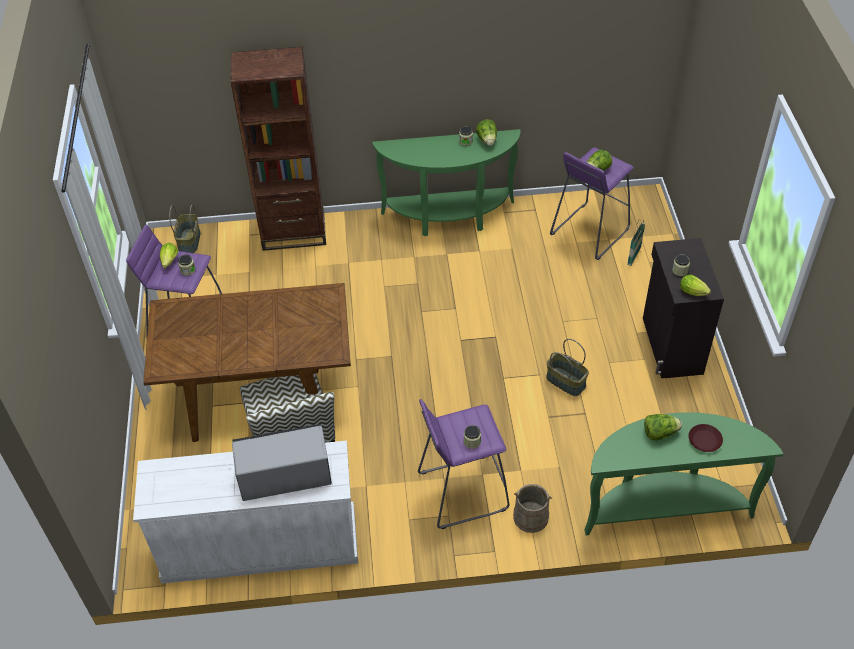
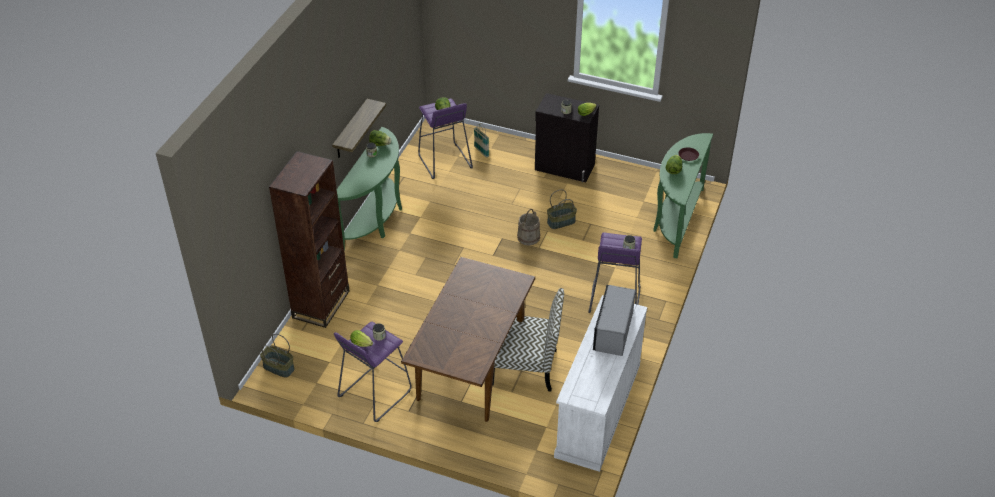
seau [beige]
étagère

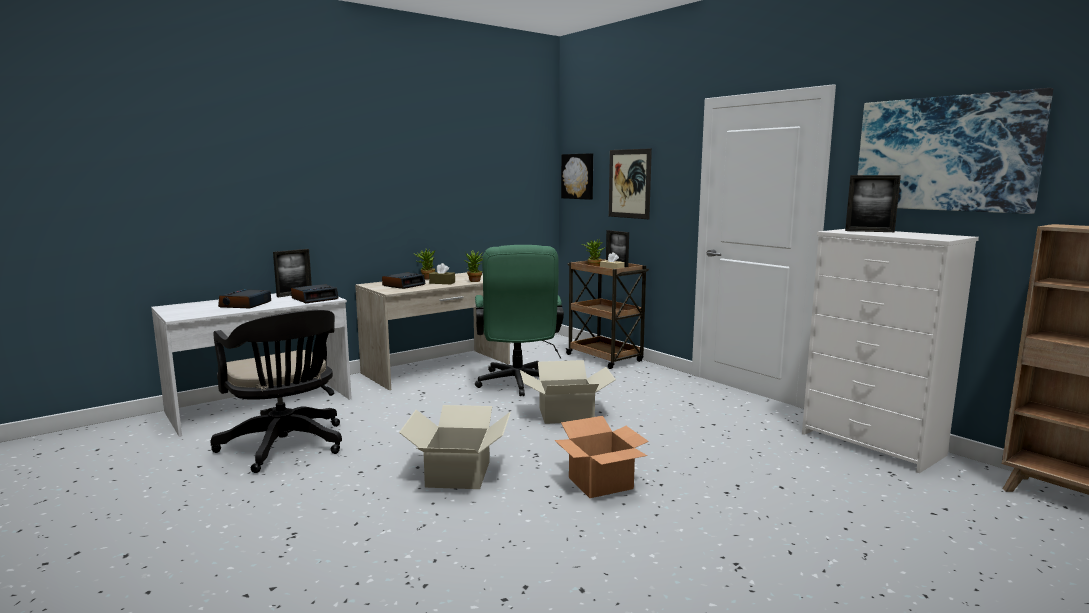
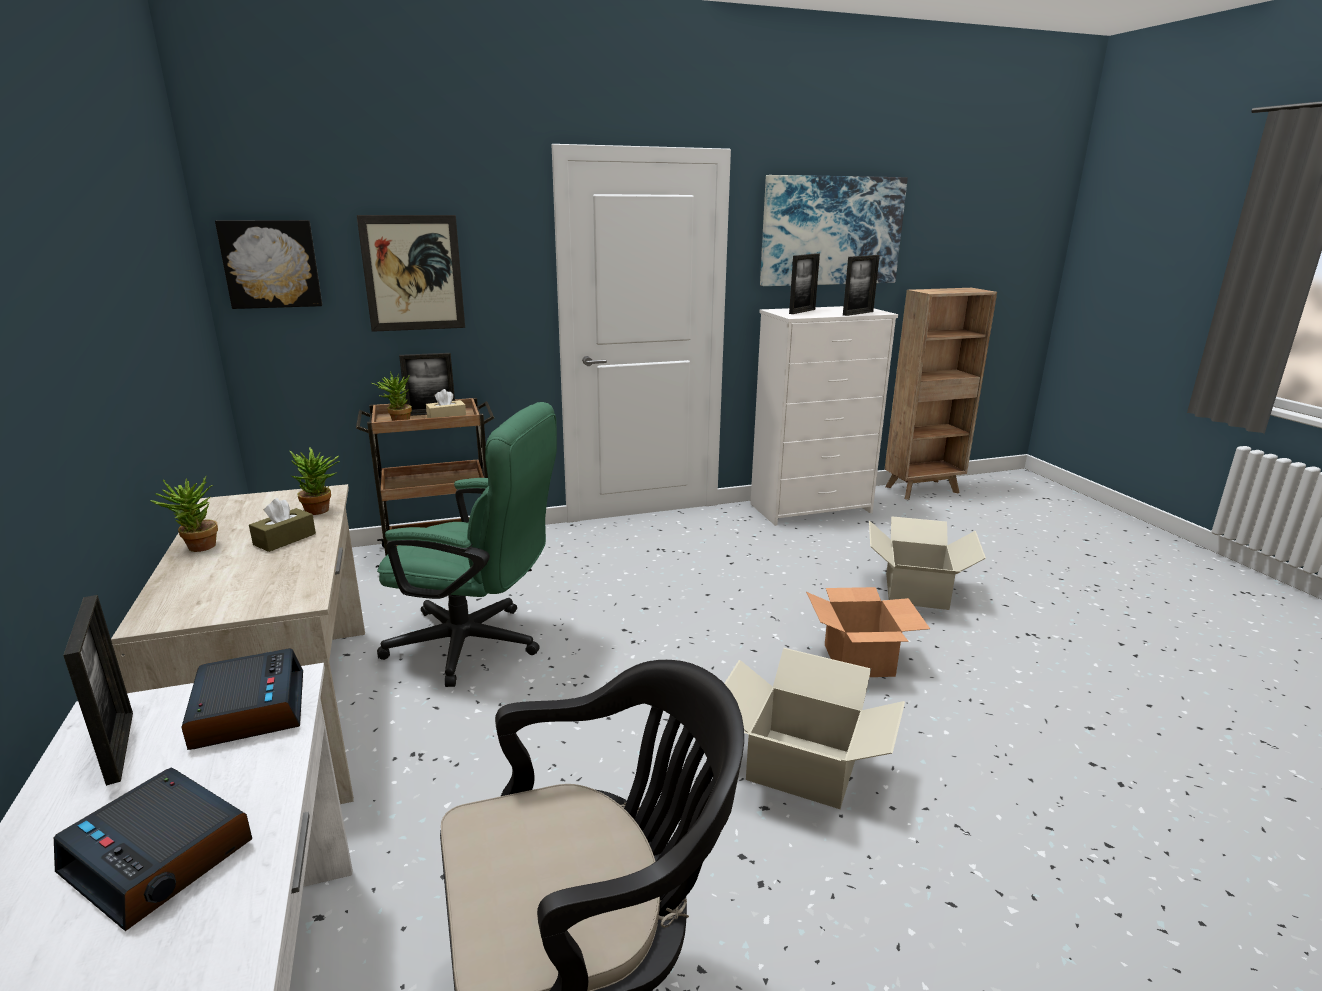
réveil (no. 3 from left in the first image)
carton (no. 3 from left)
cadre photo (no. 4 from left)

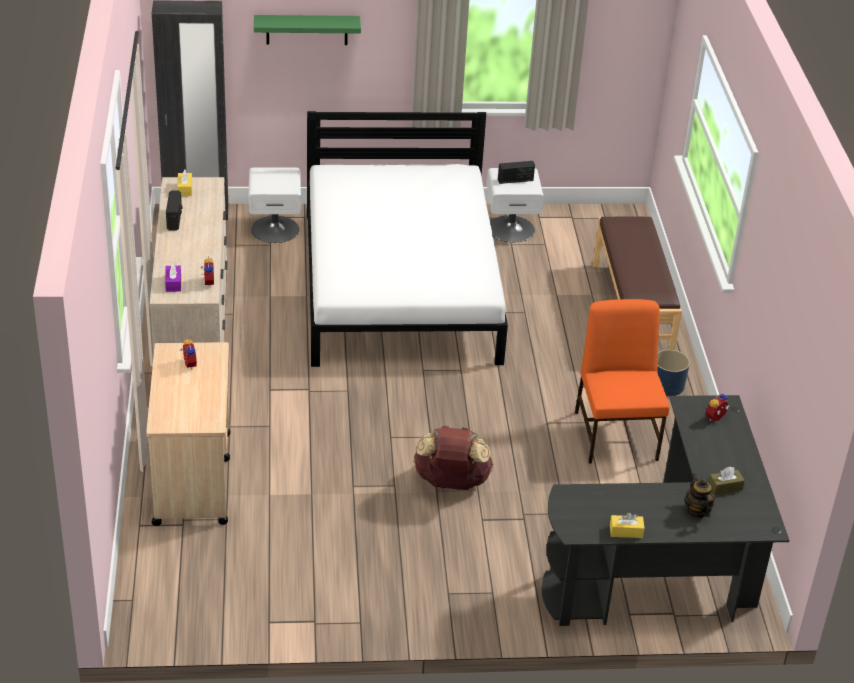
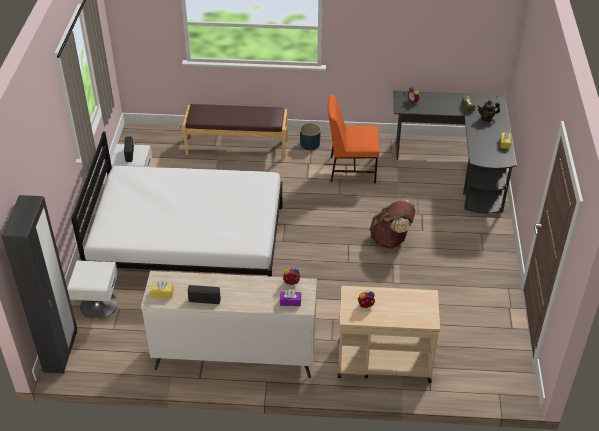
étagère [vert]

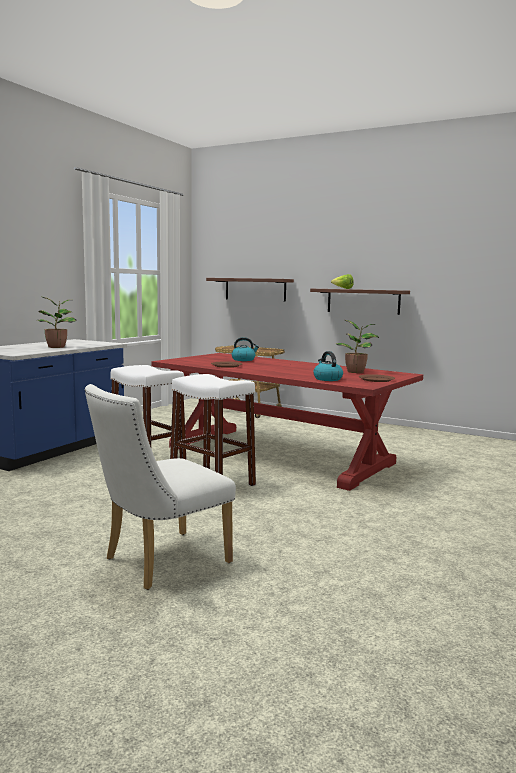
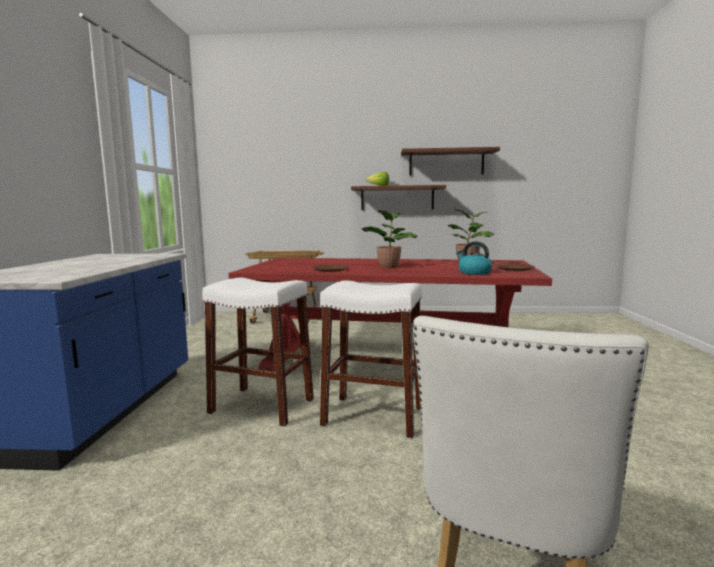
étagère (no. 2 from left)
plante en pot (no. 1 from left)
bouilloire (no. 1 from left in the first image)

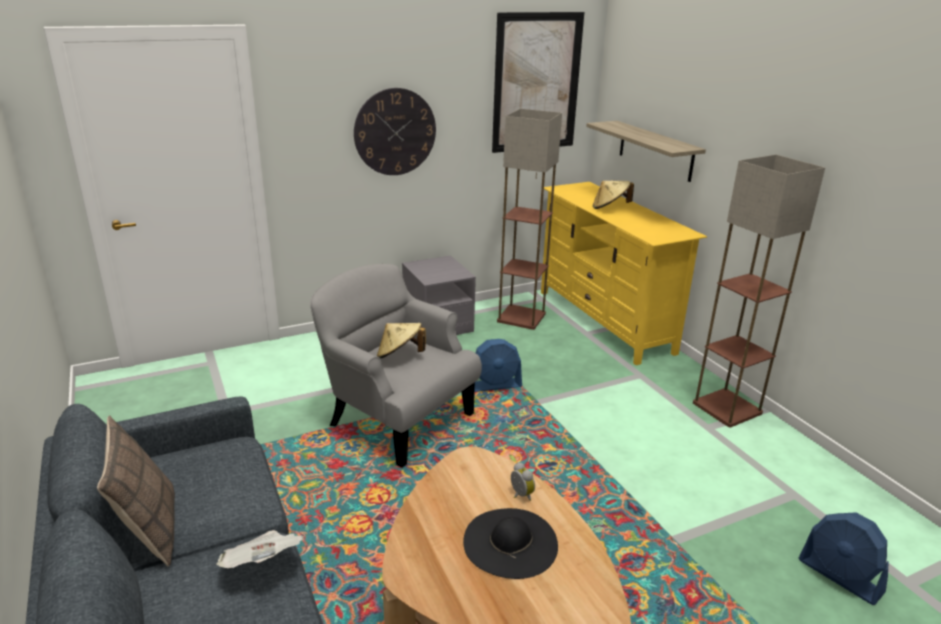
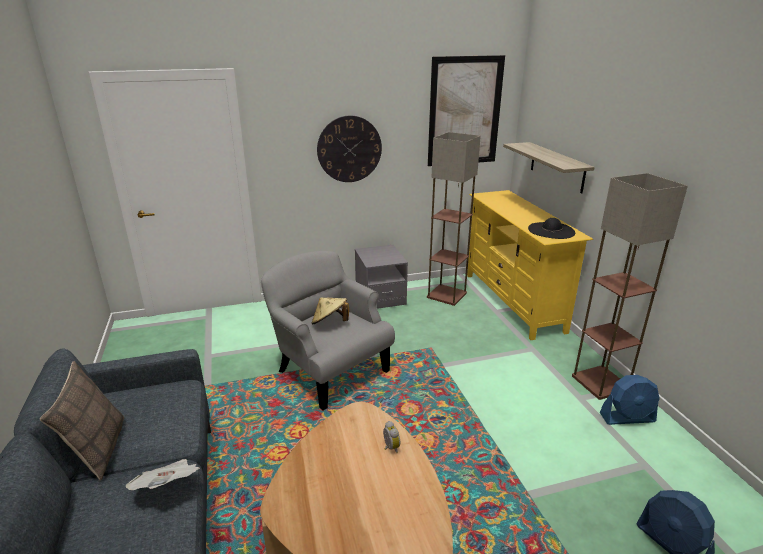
chapeau [beige] (no. 2 from left in the first image)
ventilateur [bleu] (no. 1 from left)
chapeau [noir]

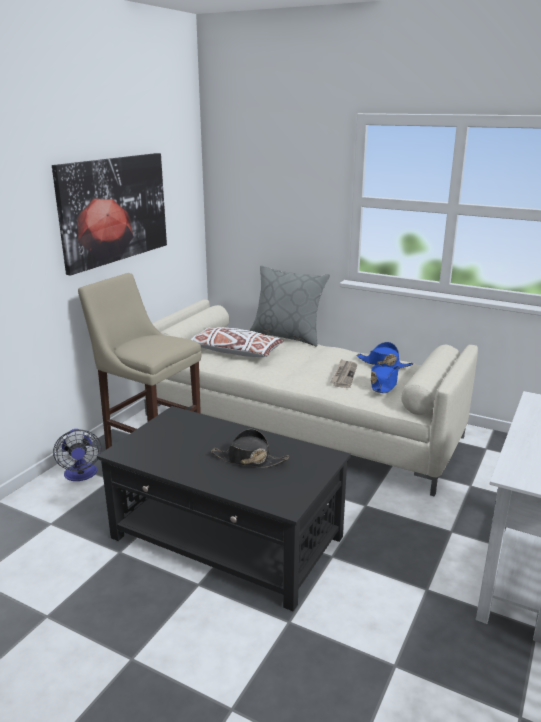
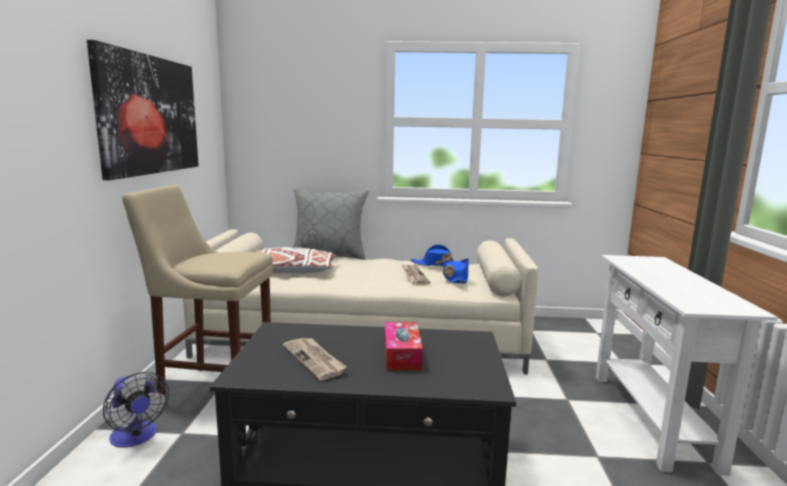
boîte à mouchoirs
journal (no. 1 from left)

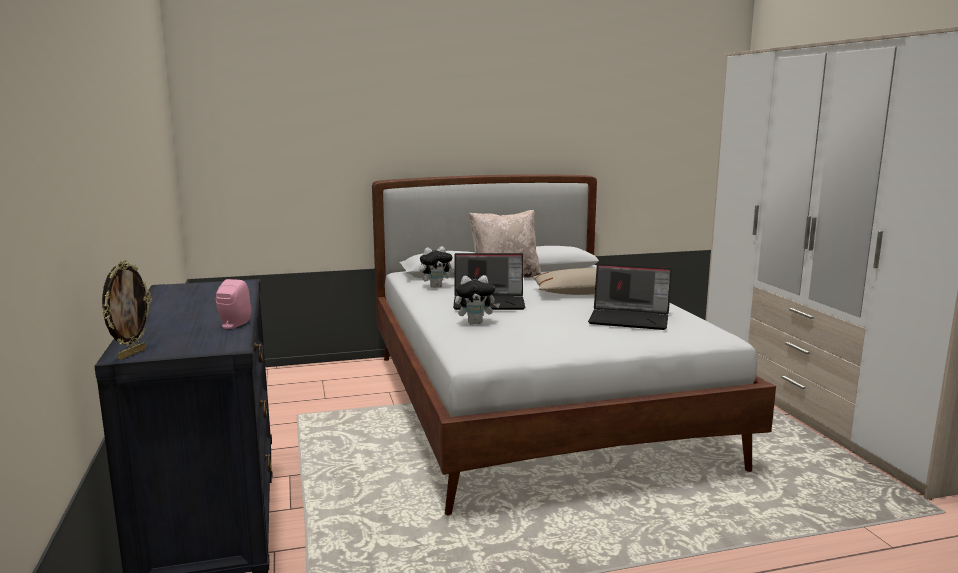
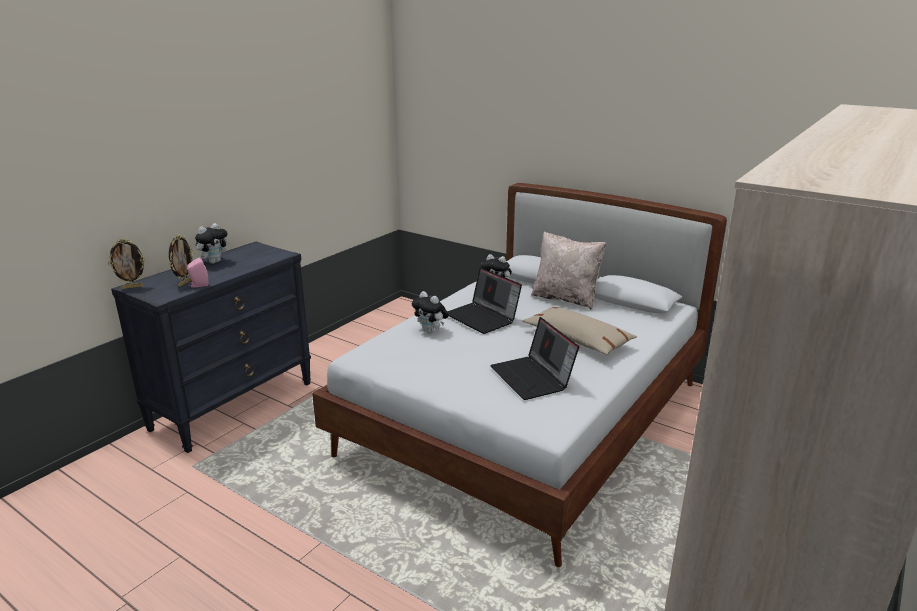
peluche (no. 1 from left)
cadre photo (no. 2 from left)

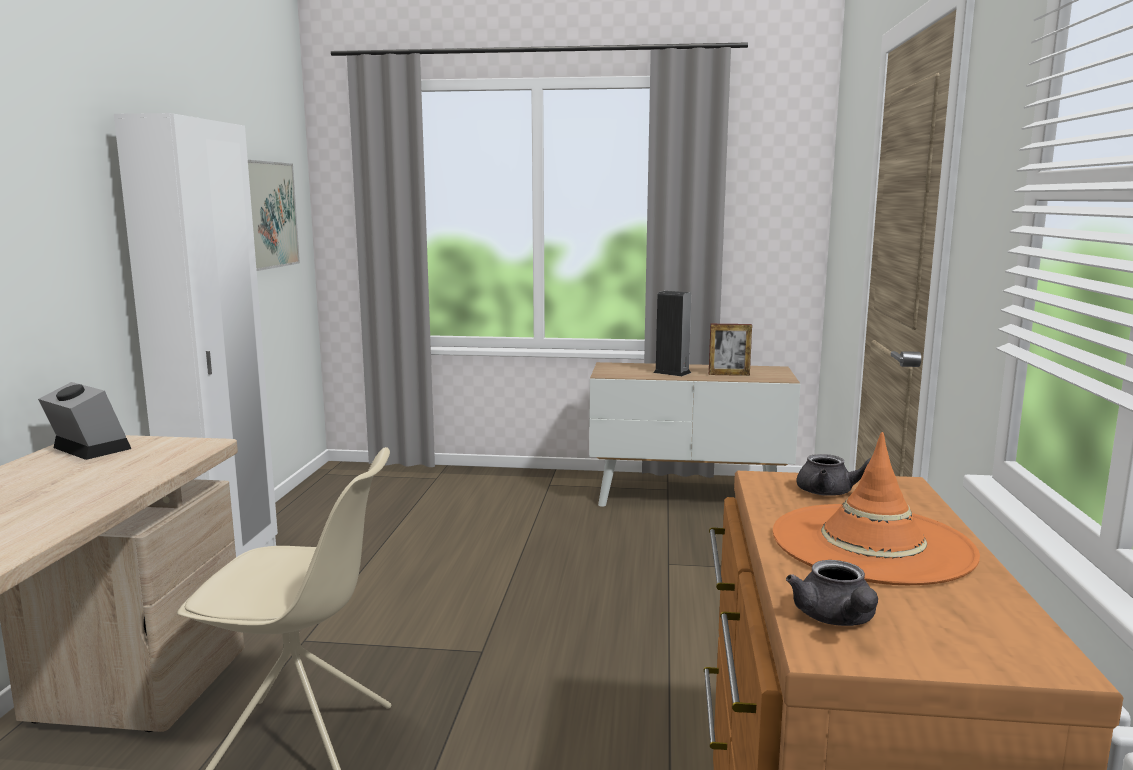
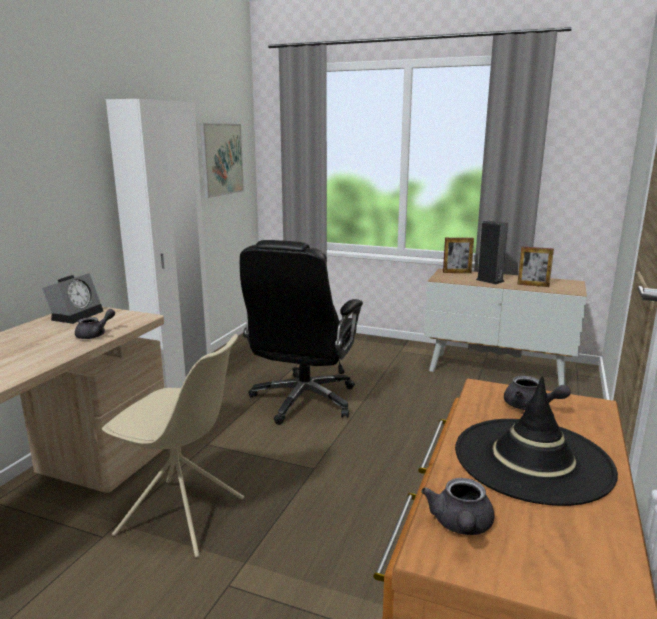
réveil
chapeau [noir]
cadre photo (no. 1 from left)
chaise de bureau [noir]
théière [gris] (no. 1 from left)

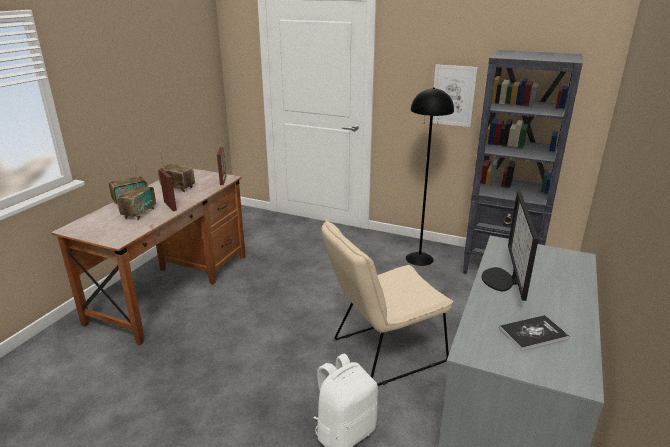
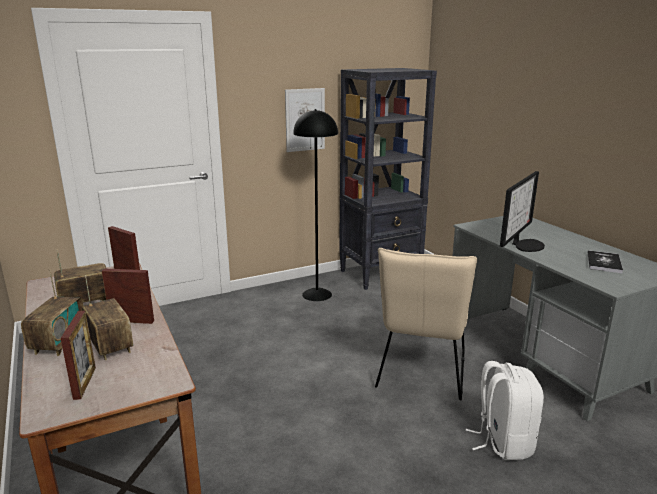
écran d'ordinateur
cadre photo (no. 1 from left)

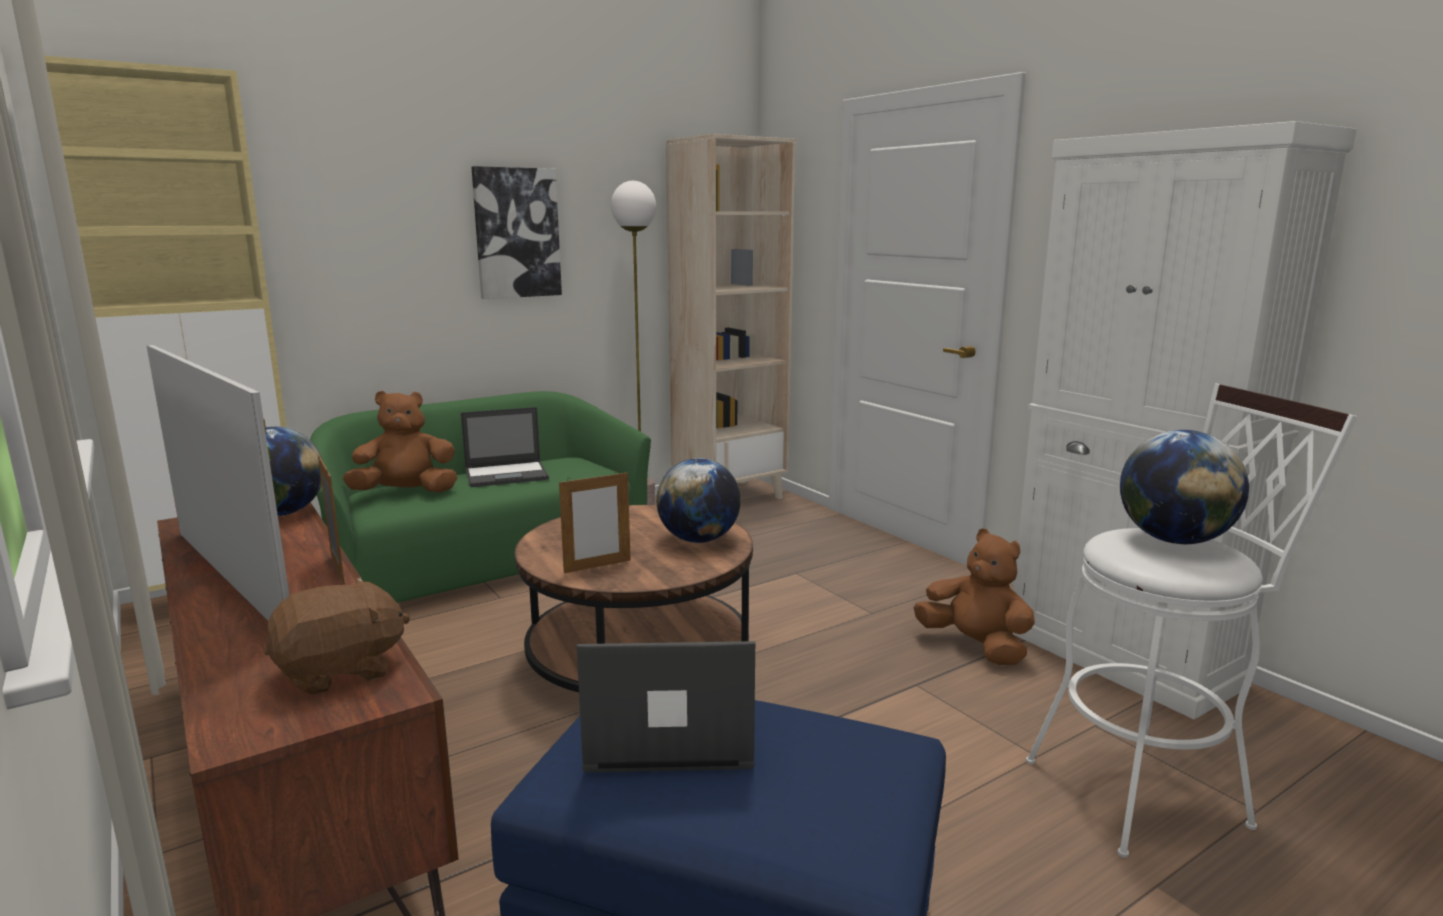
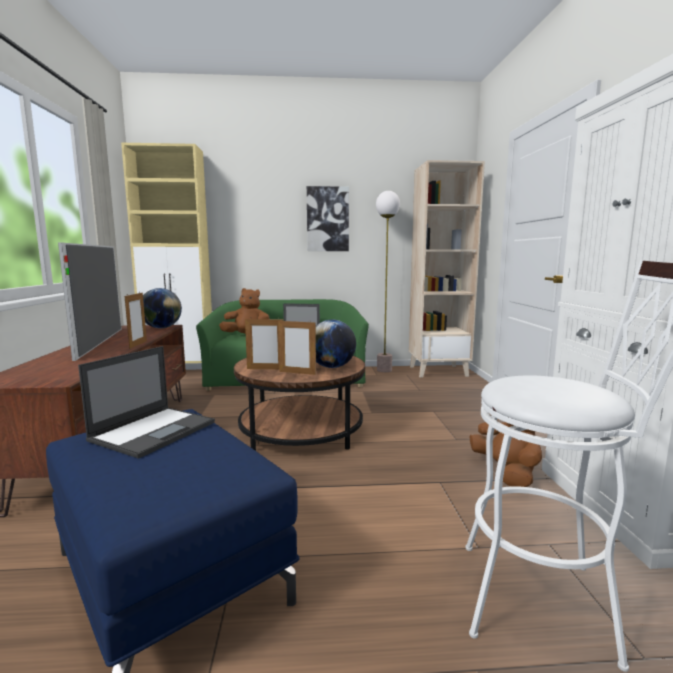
globe (no. 3 from left in the first image)
peluche [marron] (no. 1 from left in the first image)
ordinateur portable (no. 1 from left)
cadre photo (no. 3 from left)

